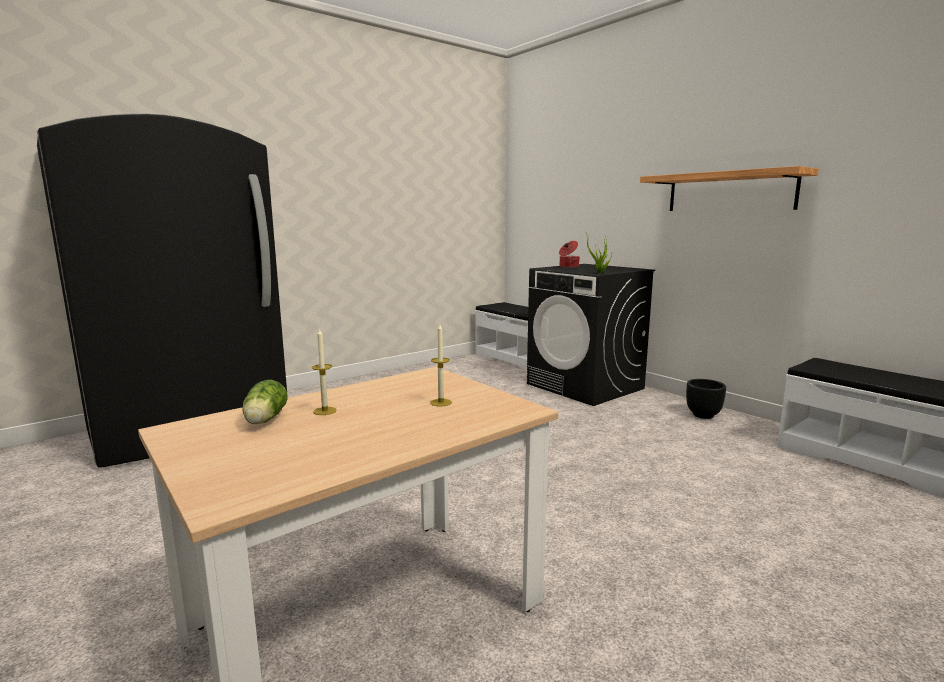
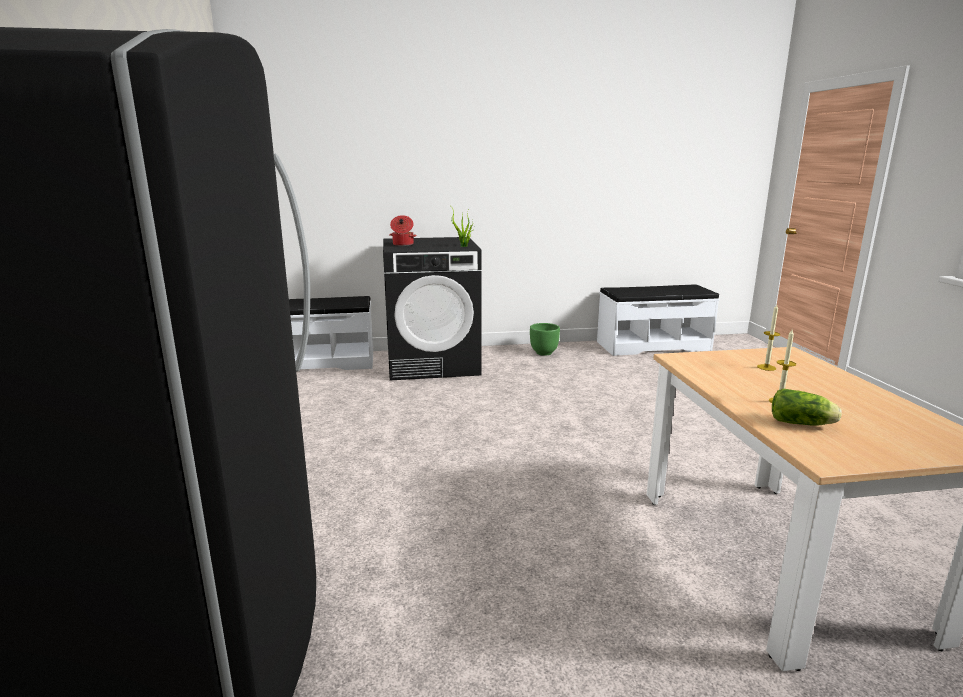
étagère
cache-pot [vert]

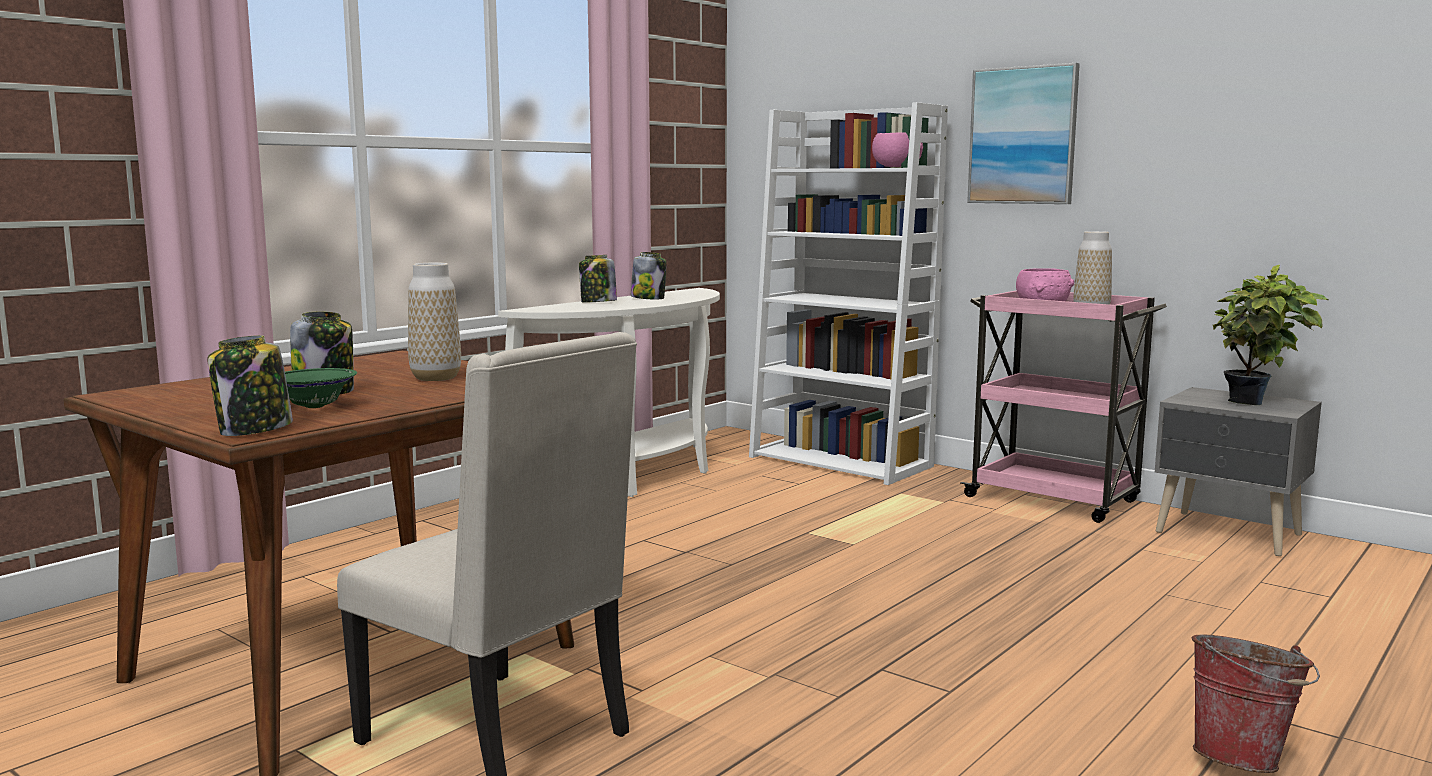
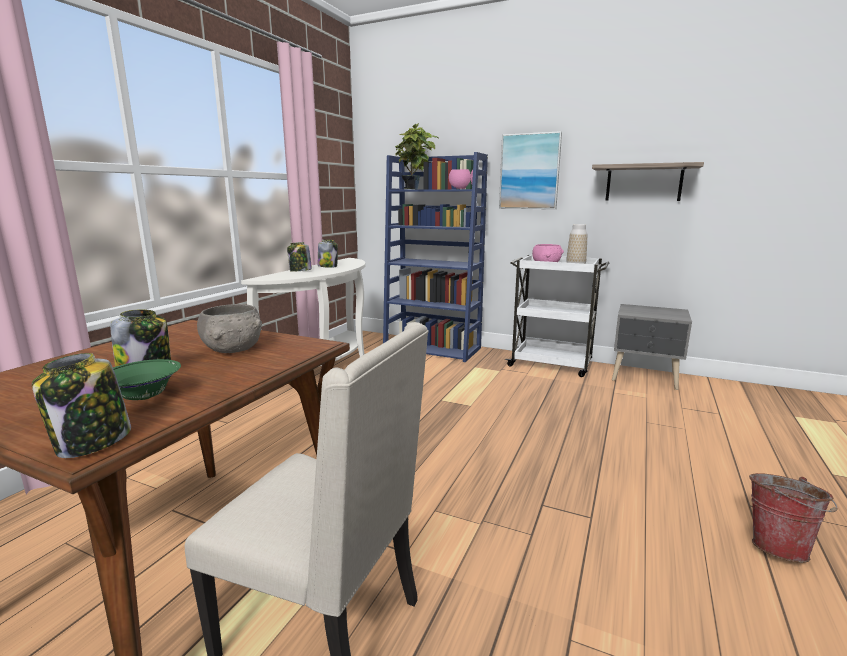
bibliothèque [bleu]
bol [gris]
plante en pot
chariot [blanc]
étagère

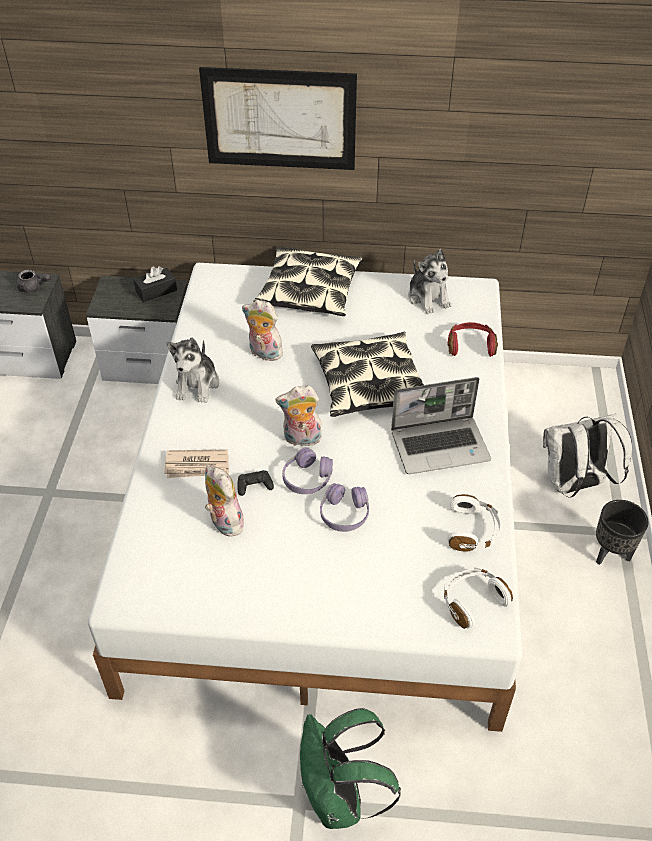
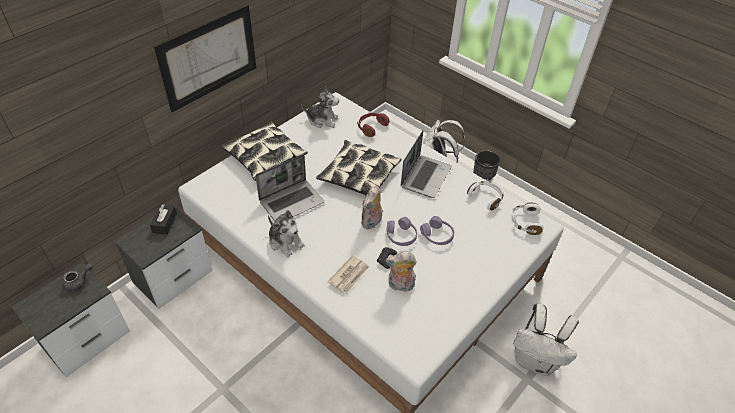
ordinateur portable (no. 1 from left)
sac à dos [blanc] (no. 2 from left)

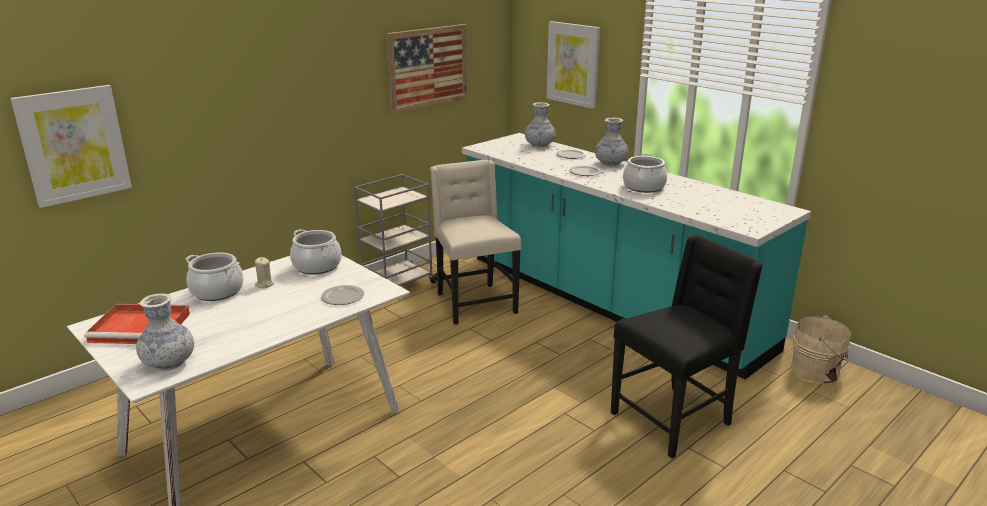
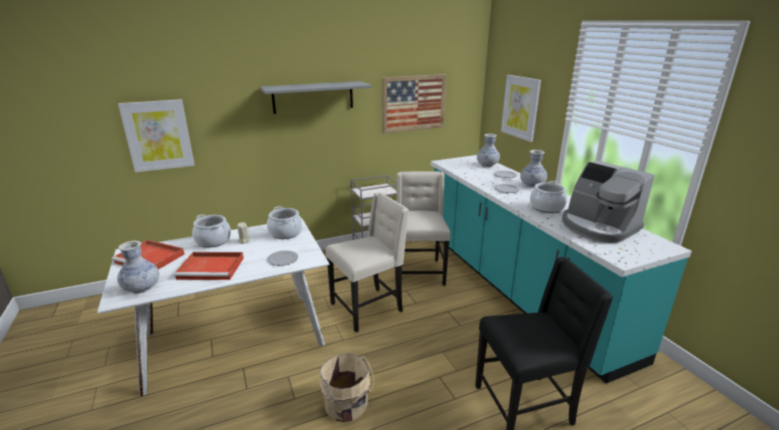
seau [beige]
étagère [gris]
machine à café
chaise [beige] (no. 1 from left)
plateau [rouge] (no. 2 from left)

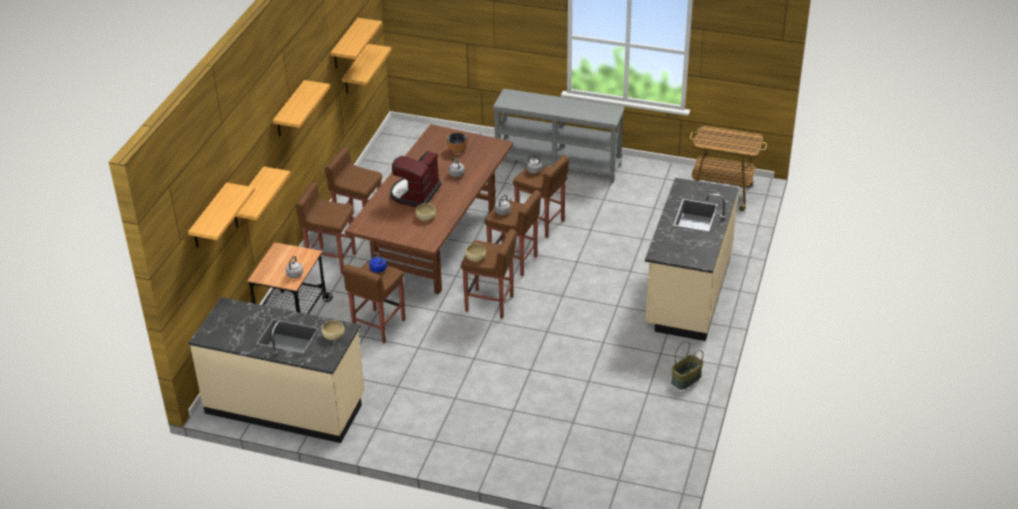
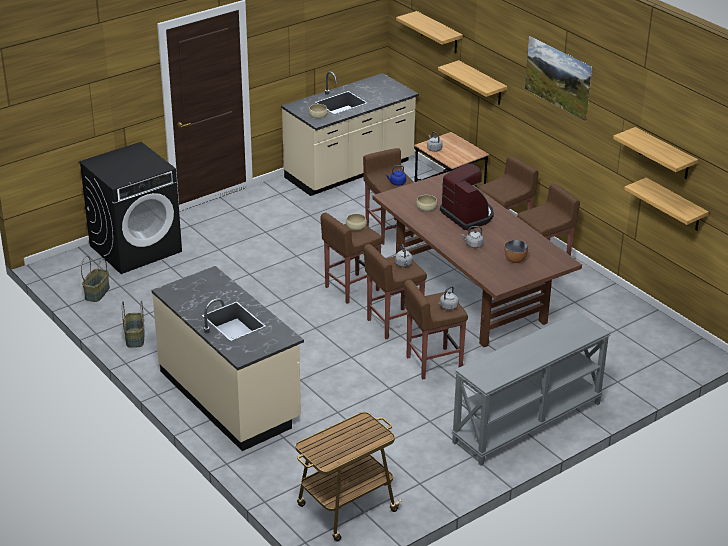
tableau
lave-linge [noir]
panier (no. 1 from left)

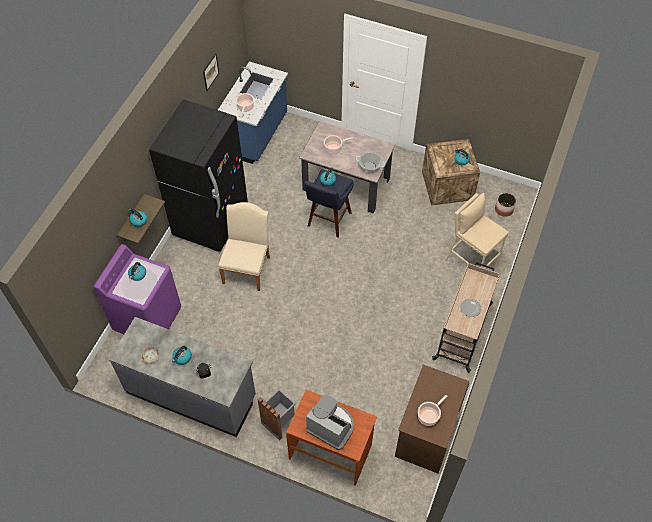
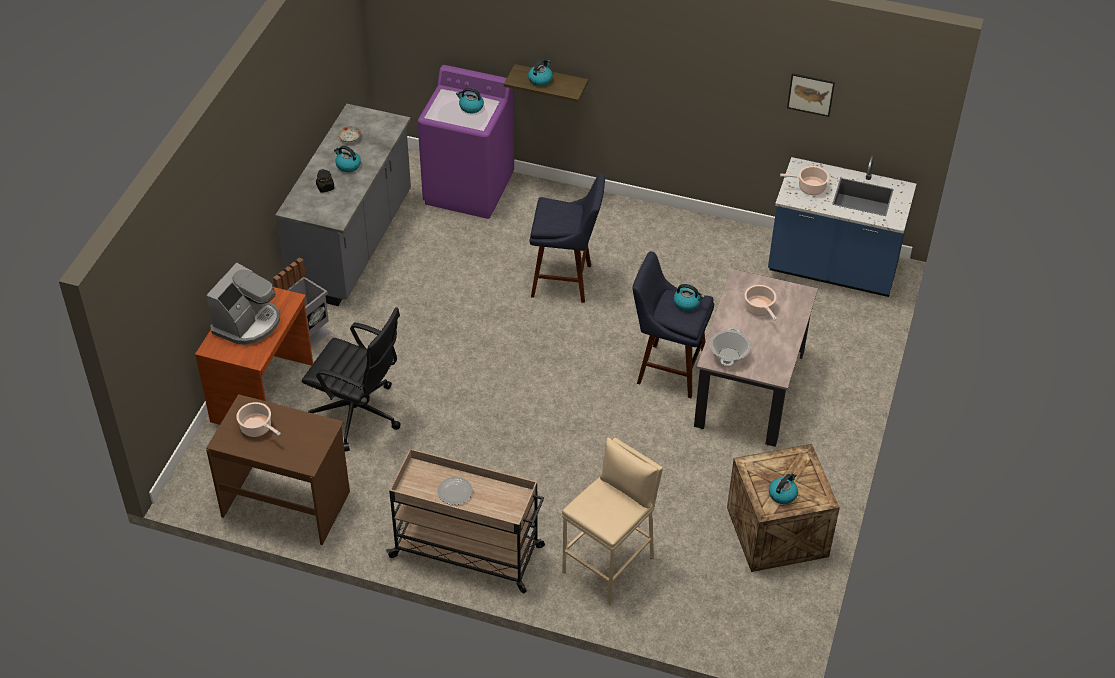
réfrigérateur [noir]
cache-pot
tabouret [bleu] (no. 1 from left)
chaise de bureau [noir]

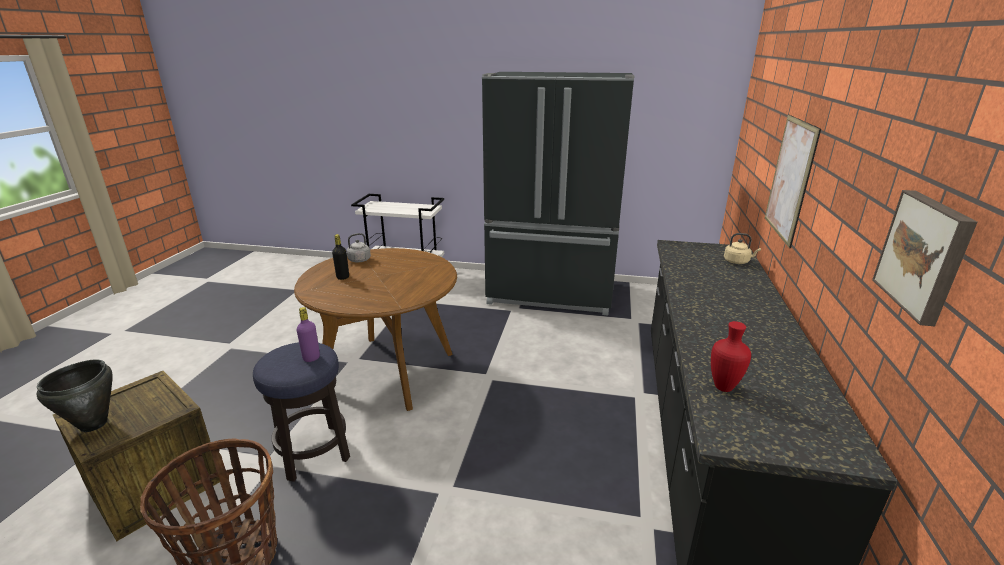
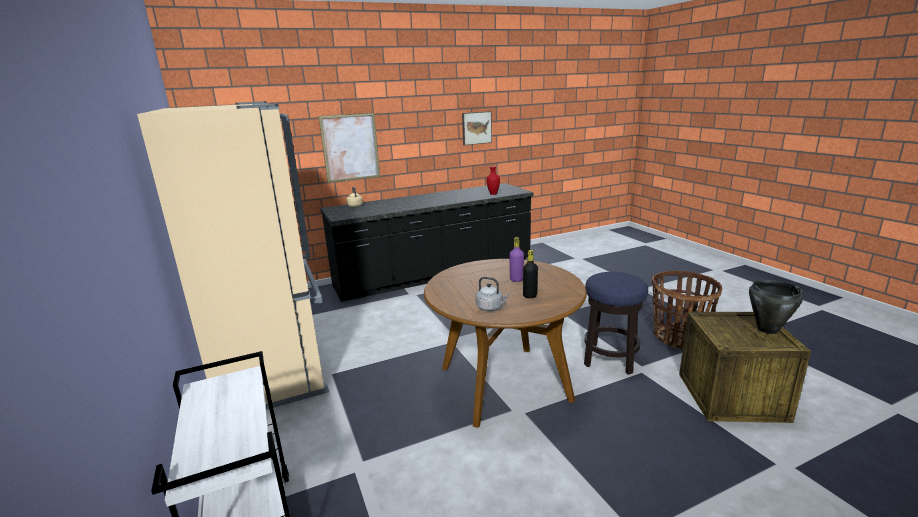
réfrigérateur [beige]
bouteille [violet]

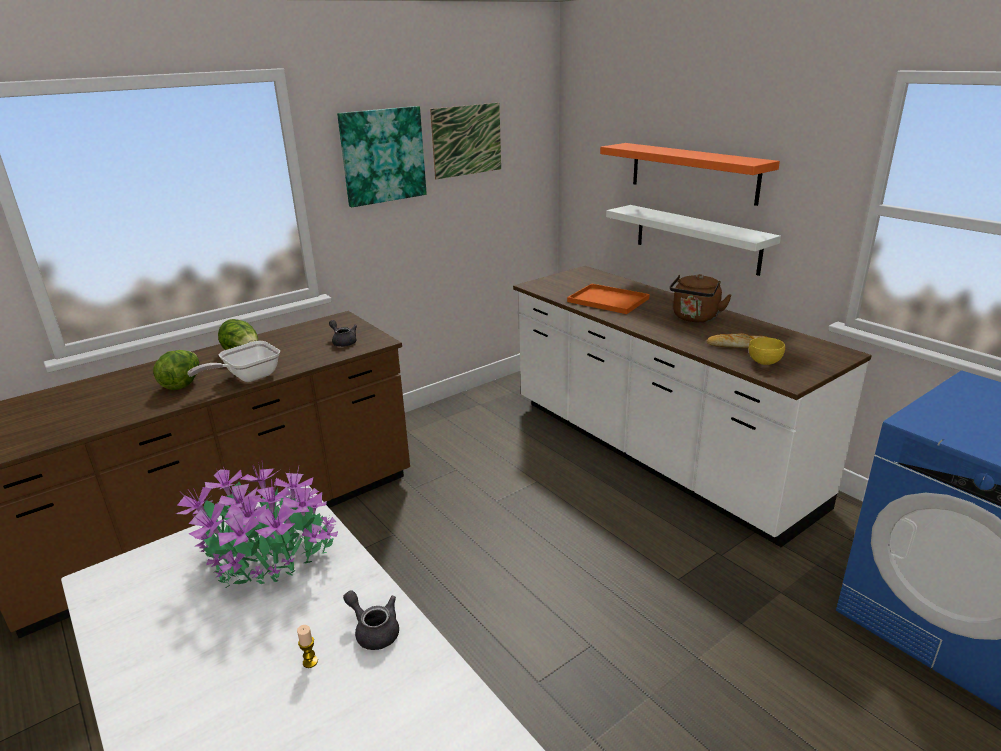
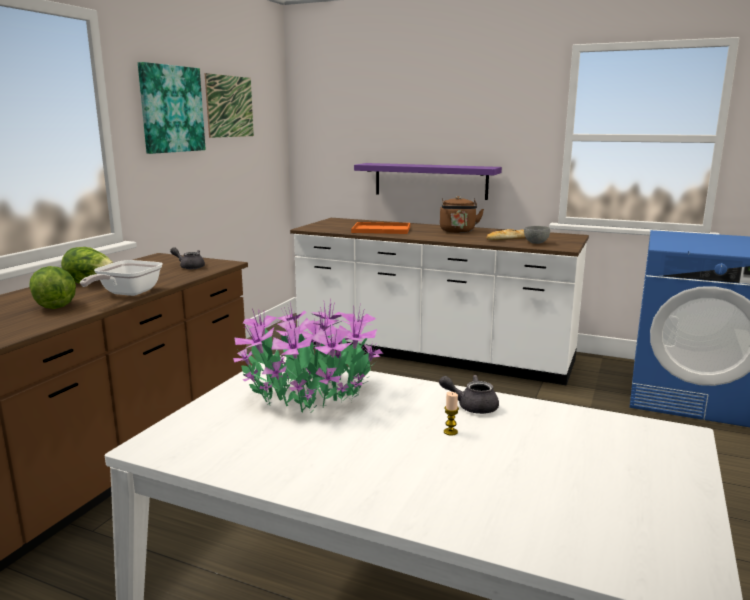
étagère [orange]
étagère [violet]
bol [gris]

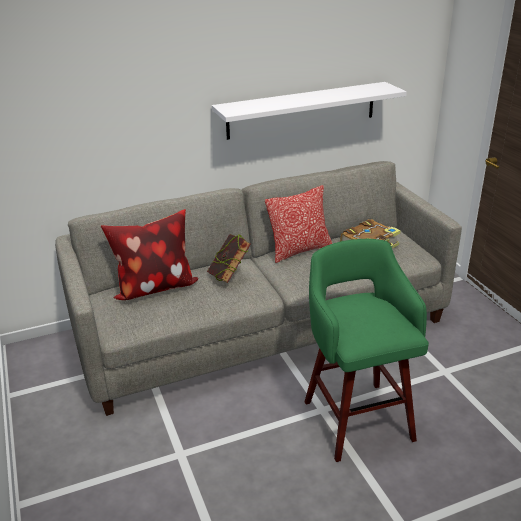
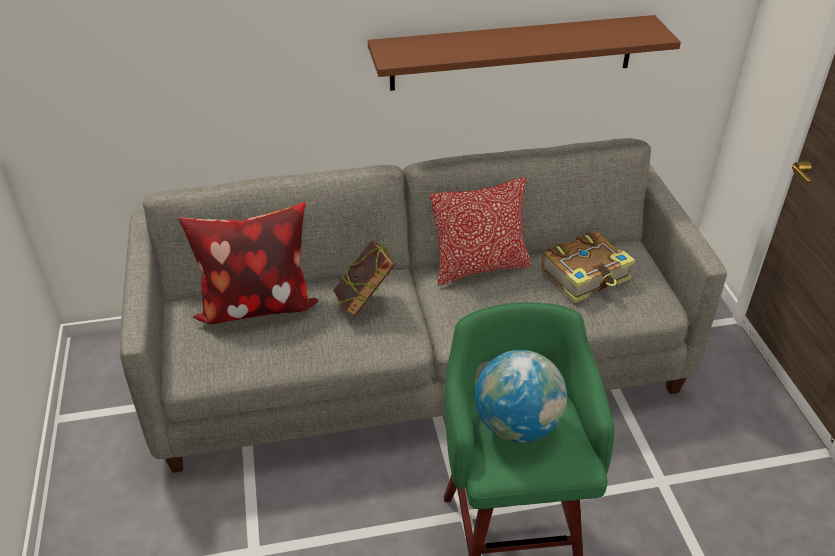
étagère [marron]
globe

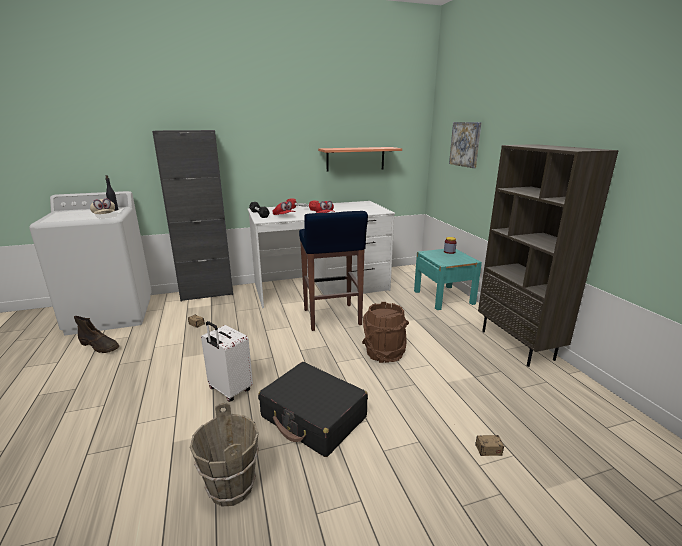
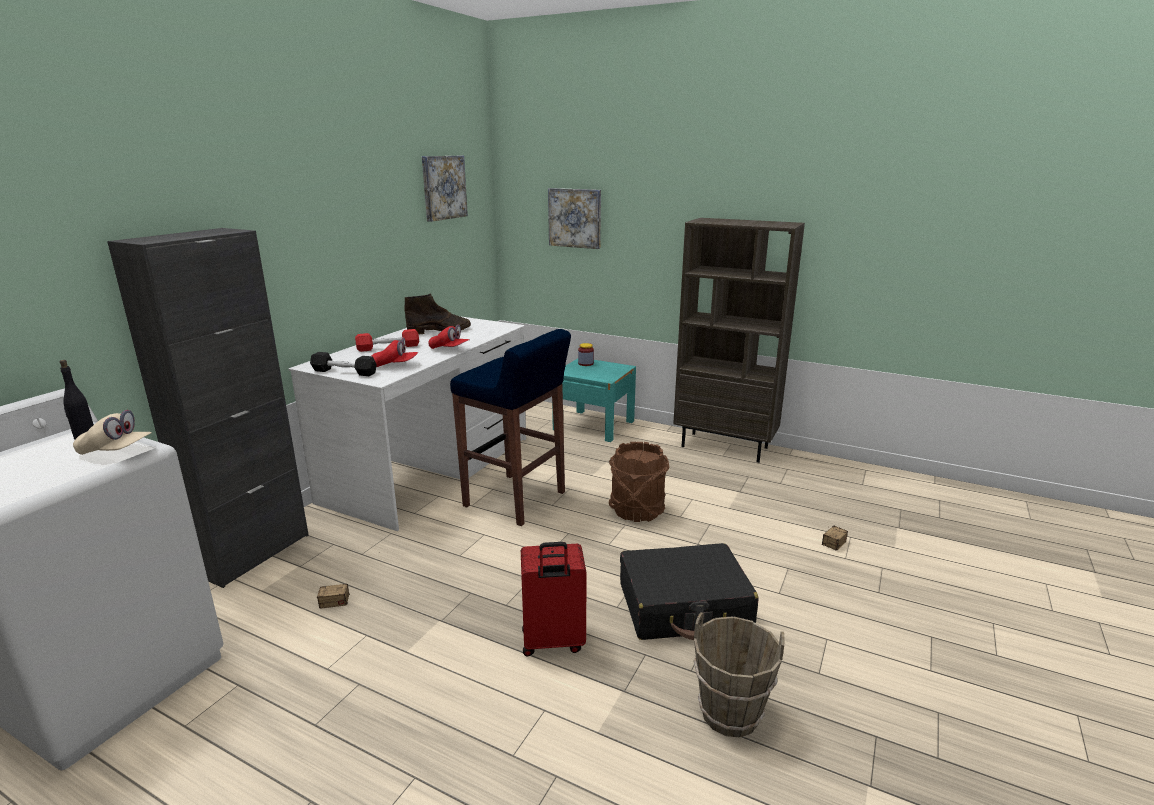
étagère
botte [marron]
valise [rouge]
tableau (no. 1 from left)

